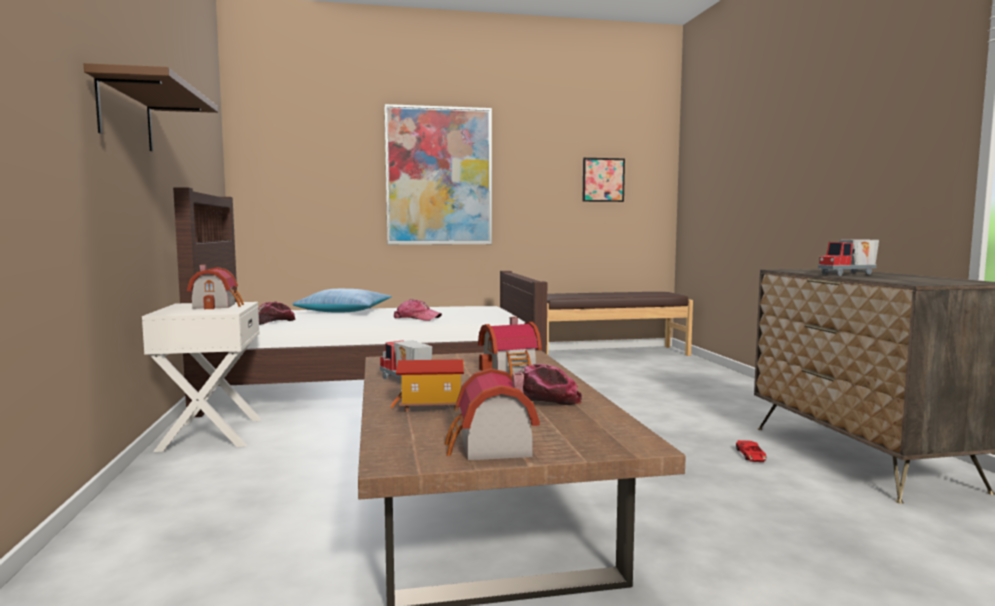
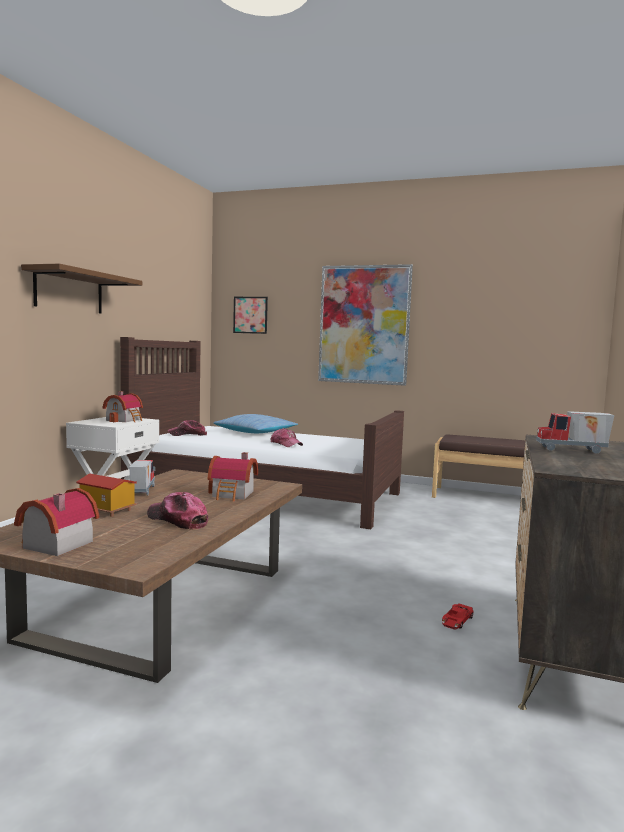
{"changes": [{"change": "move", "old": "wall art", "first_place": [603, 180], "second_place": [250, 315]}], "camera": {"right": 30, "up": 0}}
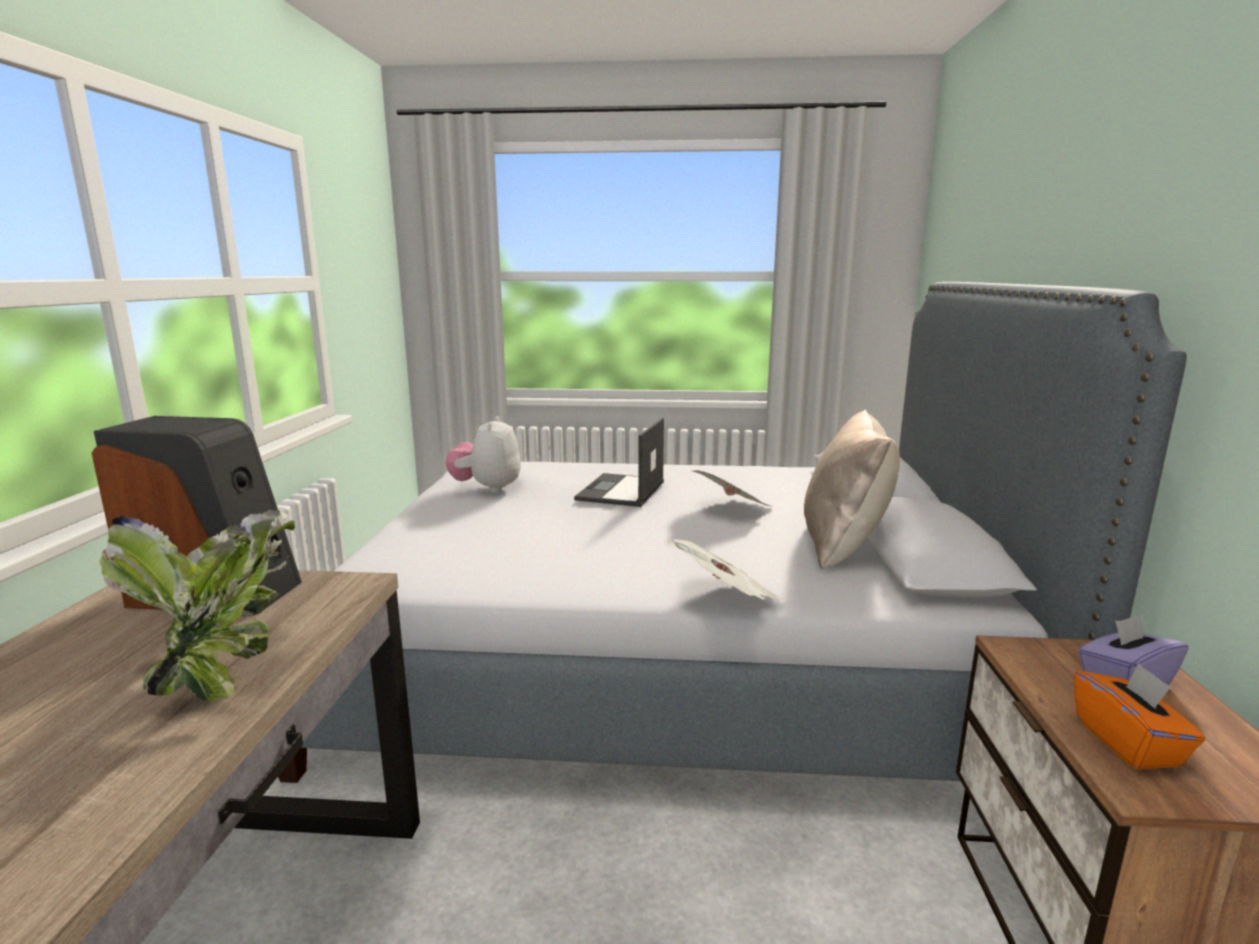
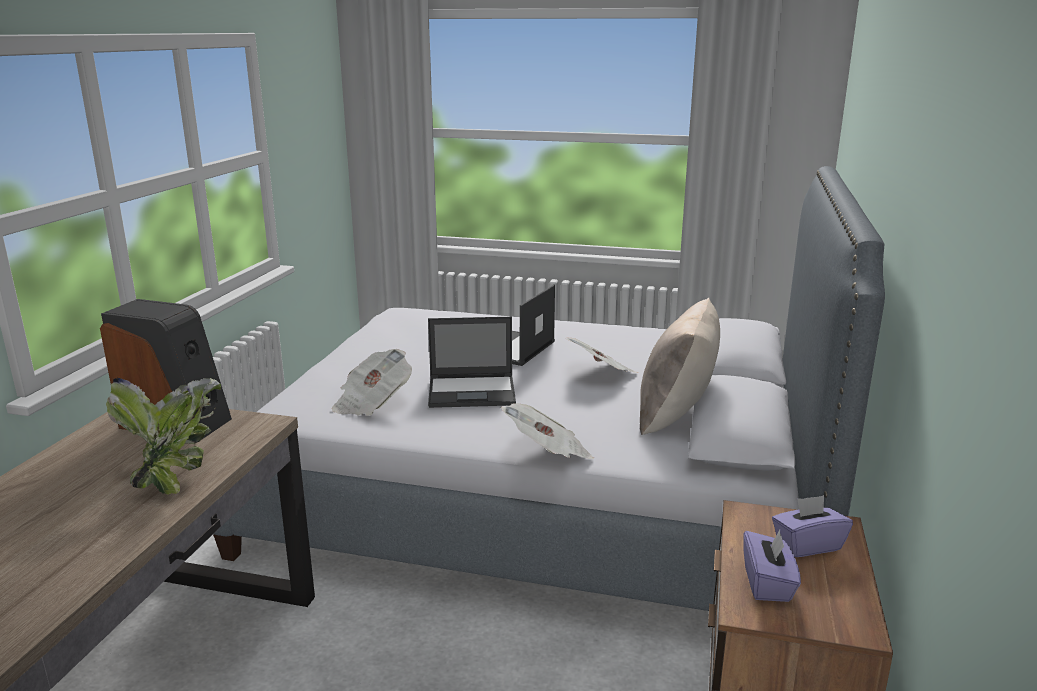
{"changes": [{"change": "delete", "old": "soft toy", "first_place": [483, 454]}, {"change": "recolor", "old": "orange-coloured tissue holder", "new": "purple tissue holder", "first_place": [1139, 716], "second_place": [772, 566]}, {"change": "insert", "new": "portable computer", "second_place": [472, 362]}, {"change": "insert", "new": "newspaper", "second_place": [372, 382]}], "camera": {"right": 10, "up": 5}}
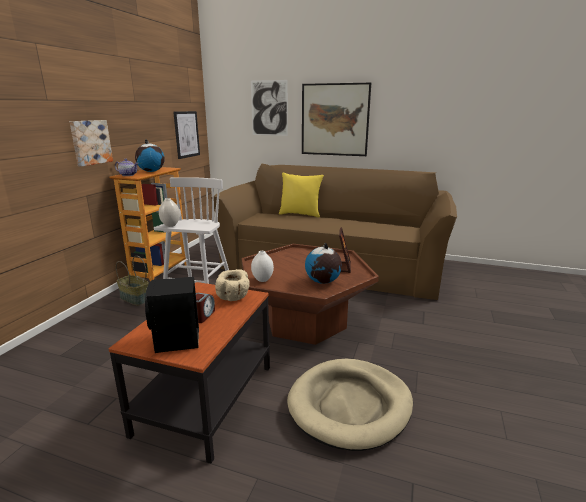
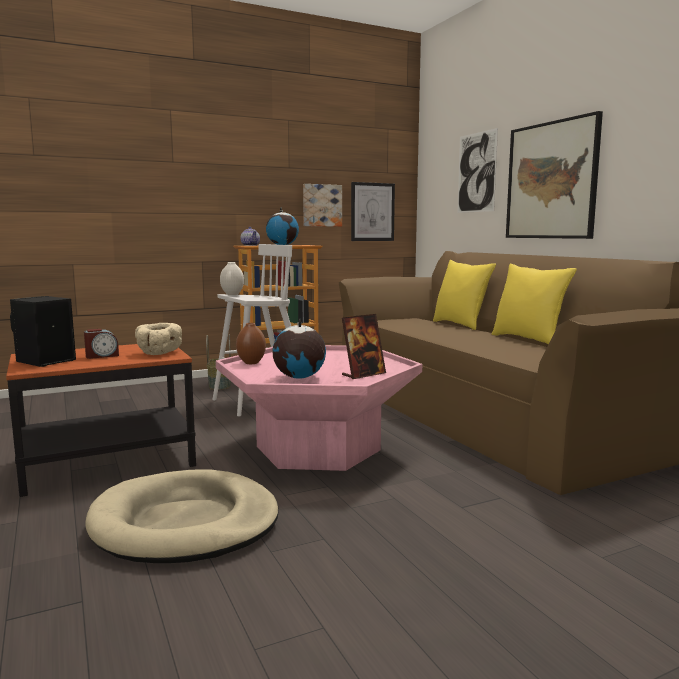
{"changes": [{"change": "move", "old": "wall art", "first_place": [91, 143], "second_place": [322, 205]}, {"change": "recolor", "old": "brownish low table", "new": "pink-coloured low table", "first_place": [310, 294], "second_place": [319, 408]}, {"change": "recolor", "old": "white vase", "new": "brownish vase", "first_place": [262, 266], "second_place": [251, 343]}, {"change": "insert", "new": "yellow-coloured pillow", "second_place": [534, 304]}], "camera": {"right": 45, "up": -10}}
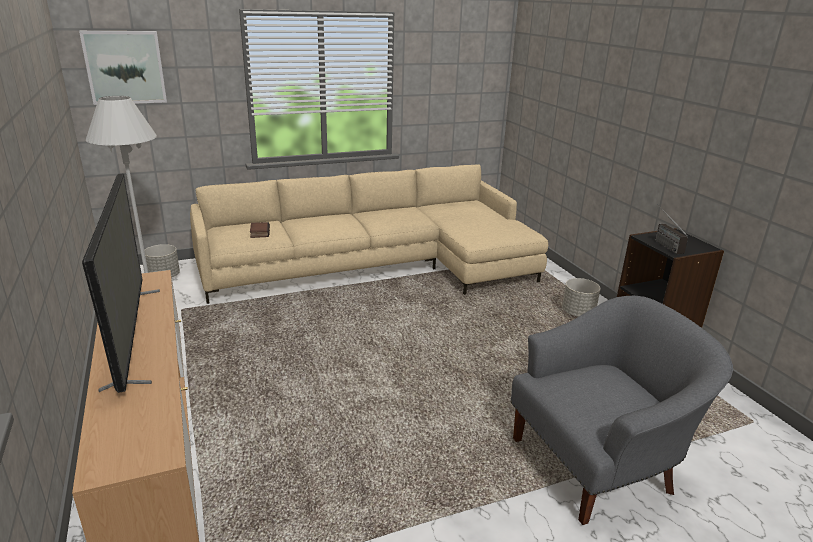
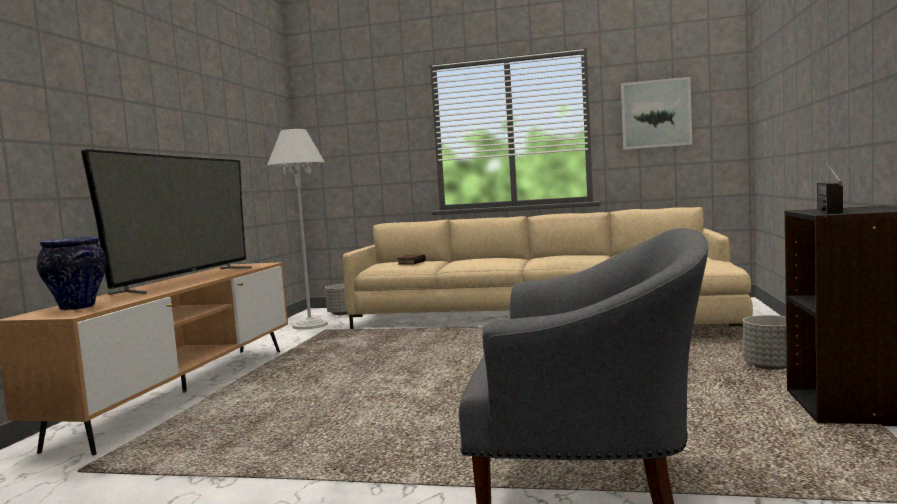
{"changes": [{"change": "move", "old": "wall art", "first_place": [123, 68], "second_place": [656, 113]}, {"change": "insert", "new": "vase", "second_place": [72, 273]}], "camera": {"right": 35, "up": -20}}
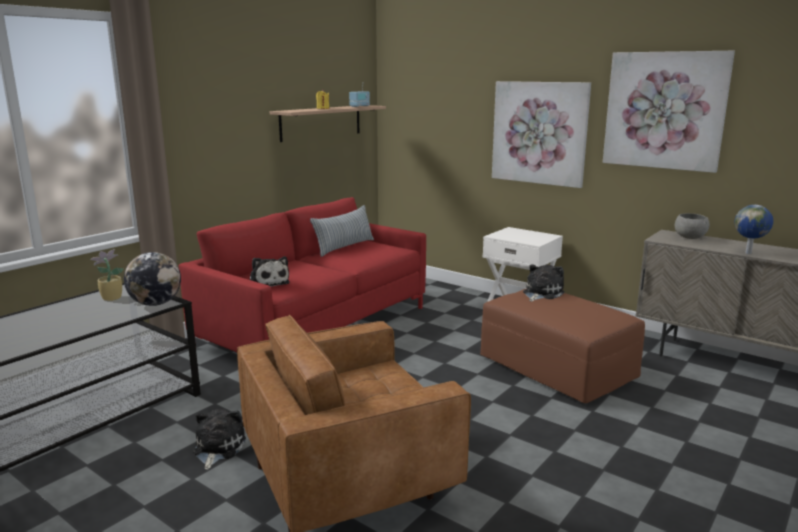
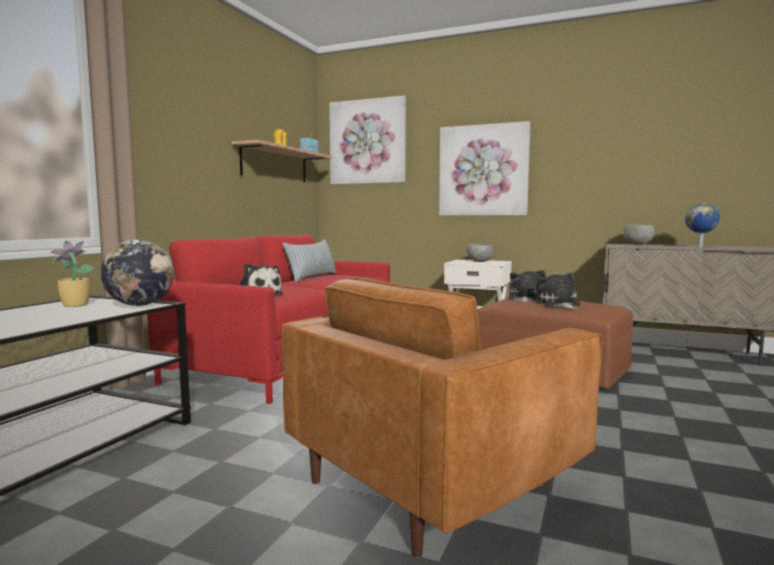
{"changes": [{"change": "move", "old": "wall art", "first_place": [669, 112], "second_place": [367, 140]}, {"change": "move", "old": "soft toy", "first_place": [219, 439], "second_place": [558, 291]}, {"change": "insert", "new": "gray serving bowl", "second_place": [480, 252]}], "camera": {"right": -15, "up": -10}}
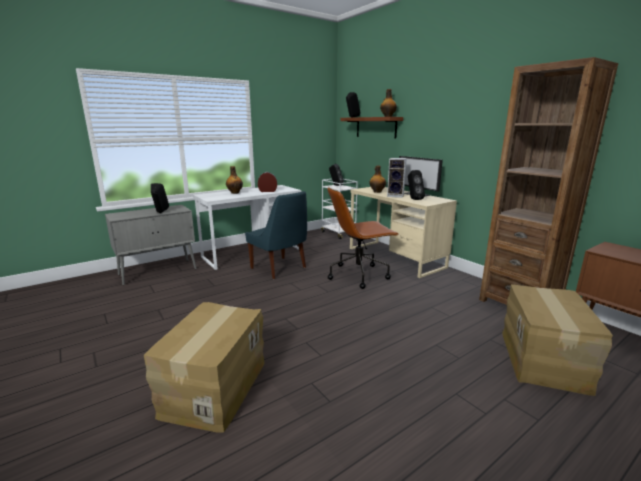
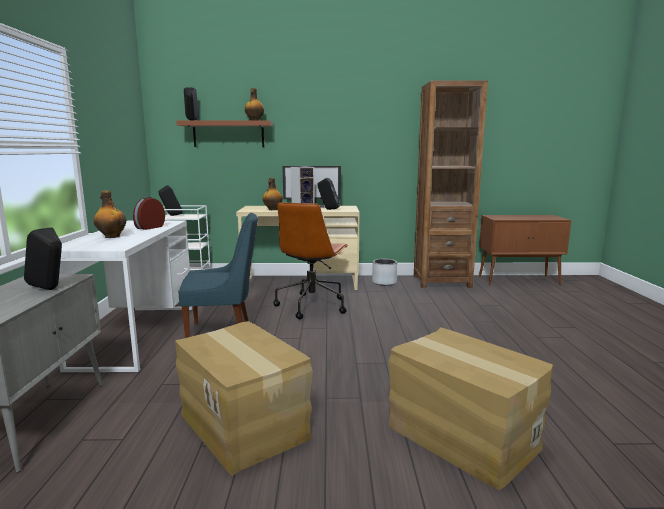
{"changes": [{"change": "move", "old": "cardboard box", "first_place": [557, 340], "second_place": [244, 398]}, {"change": "insert", "new": "gray plant pot", "second_place": [384, 272]}], "camera": {"right": -55, "up": -5}}
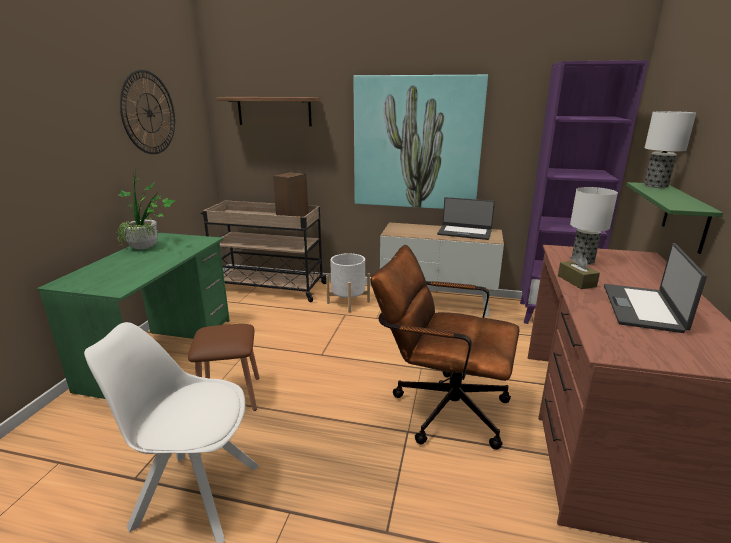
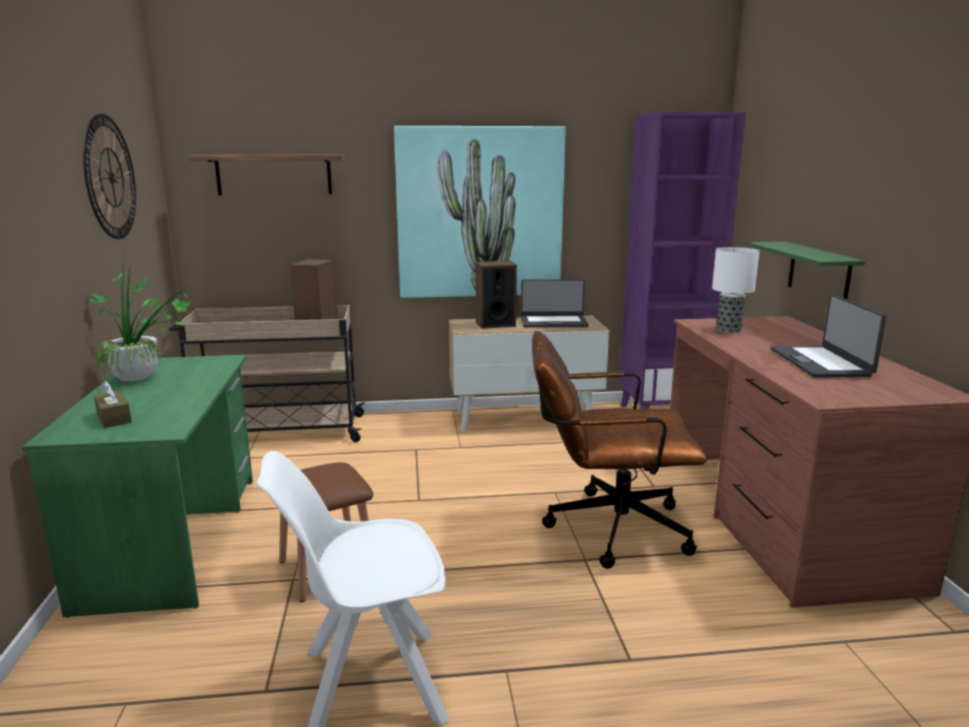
{"changes": [{"change": "delete", "old": "tabletop lamp", "first_place": [670, 149]}, {"change": "delete", "old": "white plant pot", "first_place": [348, 283]}, {"change": "move", "old": "brownish tissue holder", "first_place": [579, 271], "second_place": [113, 404]}, {"change": "insert", "new": "loudspeaker", "second_place": [496, 295]}], "camera": {"right": -20, "up": -5}}
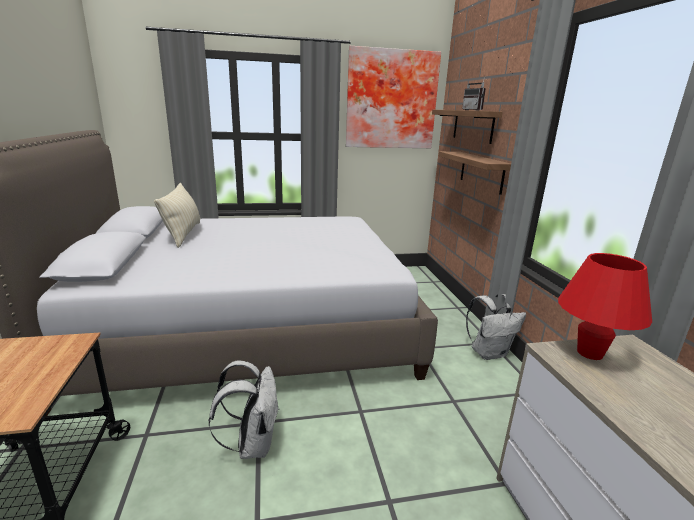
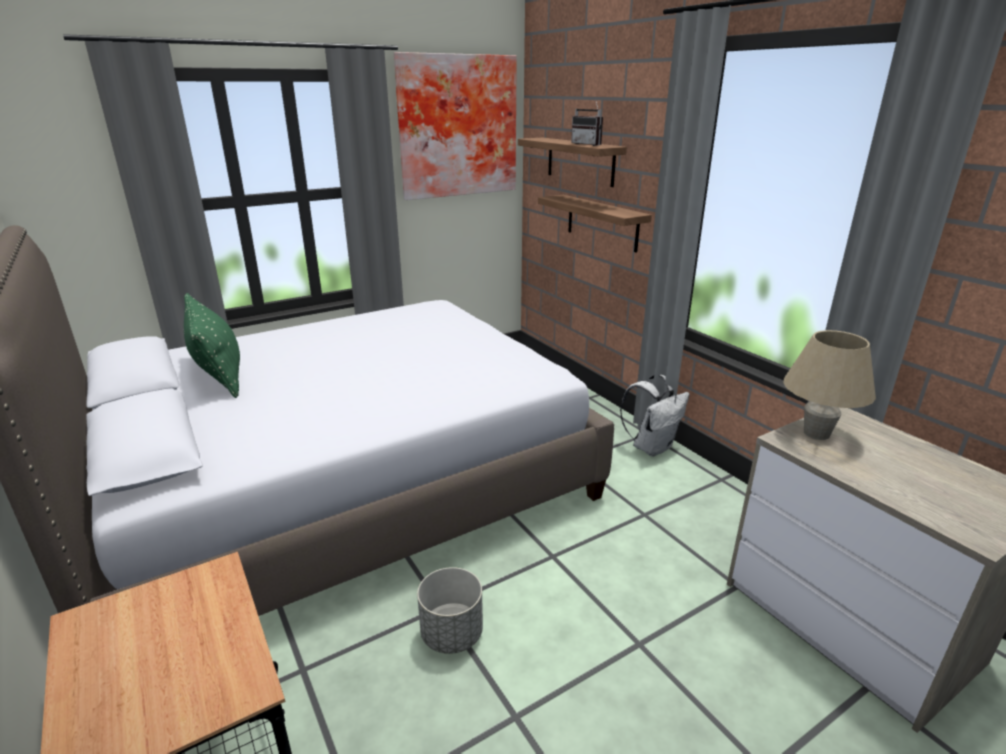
{"changes": [{"change": "recolor", "old": "beige pillow", "new": "green-coloured pillow", "first_place": [177, 215], "second_place": [212, 345]}, {"change": "recolor", "old": "red-coloured tabletop lamp", "new": "beige tabletop lamp", "first_place": [605, 306], "second_place": [830, 385]}, {"change": "replace", "old": "white backpack", "new": "gray plant pot", "first_place": [243, 410], "second_place": [450, 610]}], "camera": {"right": -20, "up": 5}}
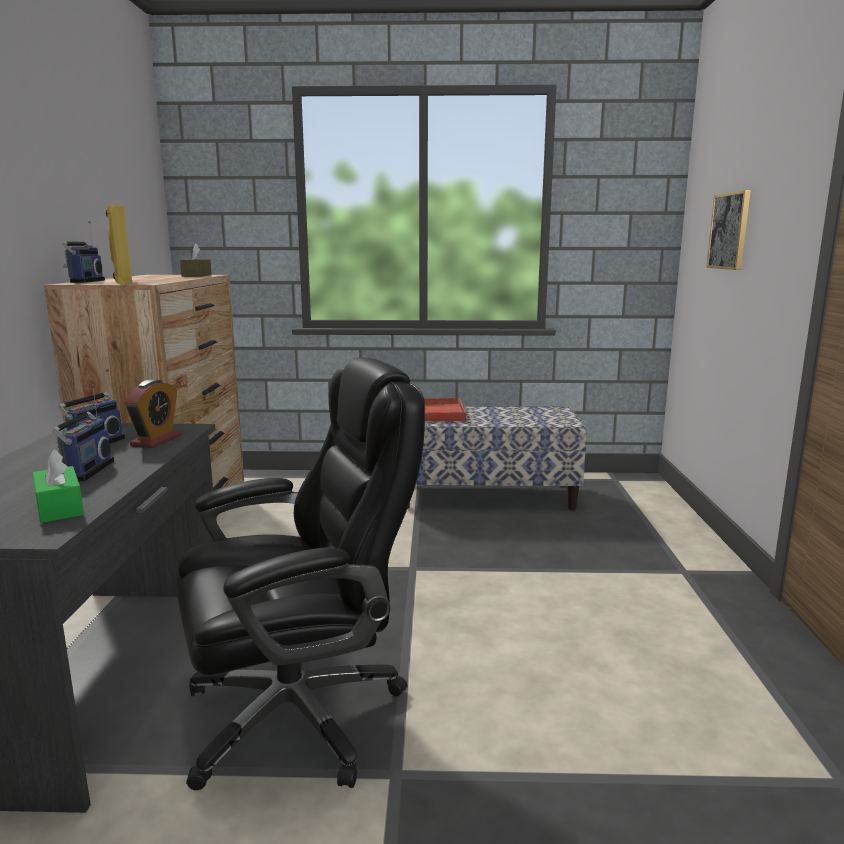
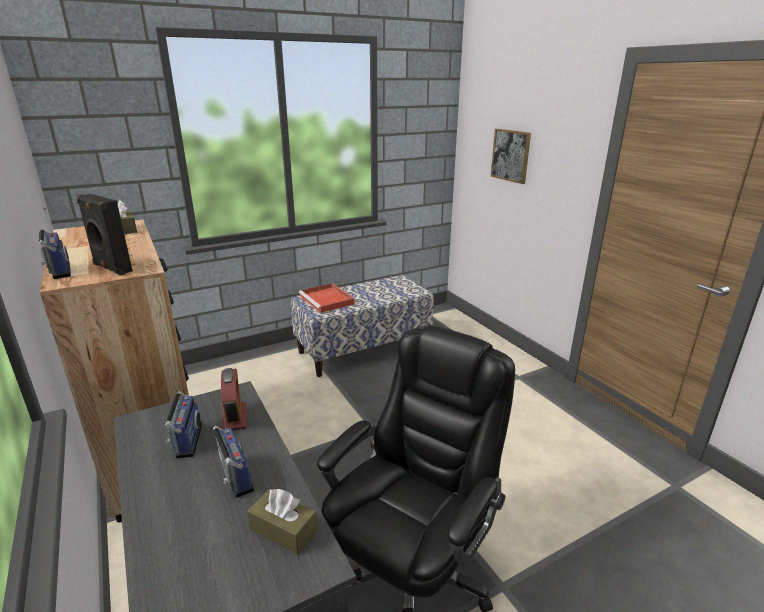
{"changes": [{"change": "recolor", "old": "yellow-coloured loudspeaker", "new": "black loudspeaker", "first_place": [119, 244], "second_place": [104, 234]}, {"change": "recolor", "old": "green-coloured tissue holder", "new": "brownish tissue holder", "first_place": [58, 486], "second_place": [282, 521]}], "camera": {"right": -30, "up": 10}}
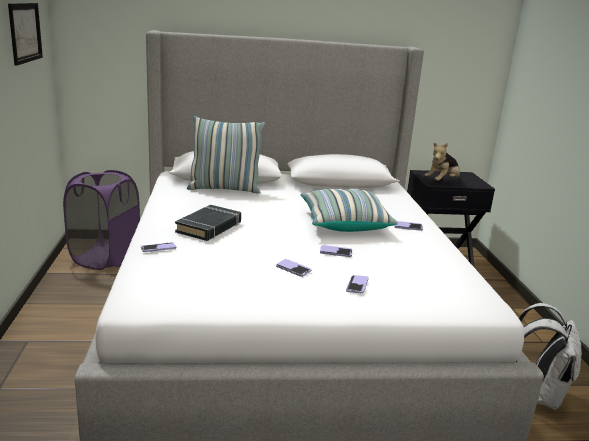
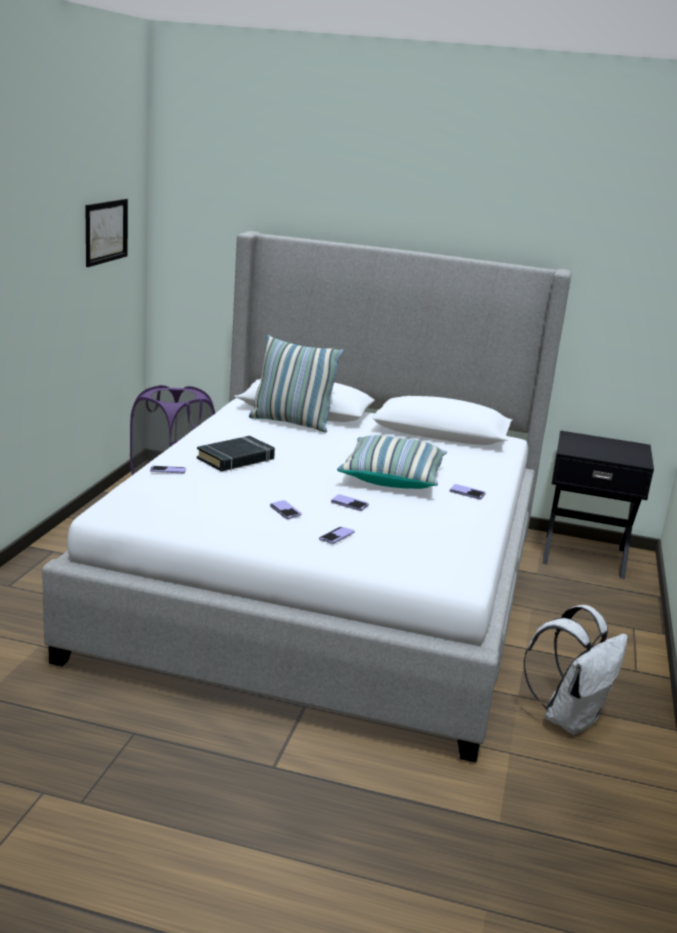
{"changes": [{"change": "delete", "old": "soft toy", "first_place": [442, 162]}], "camera": {"right": 20, "up": 0}}
